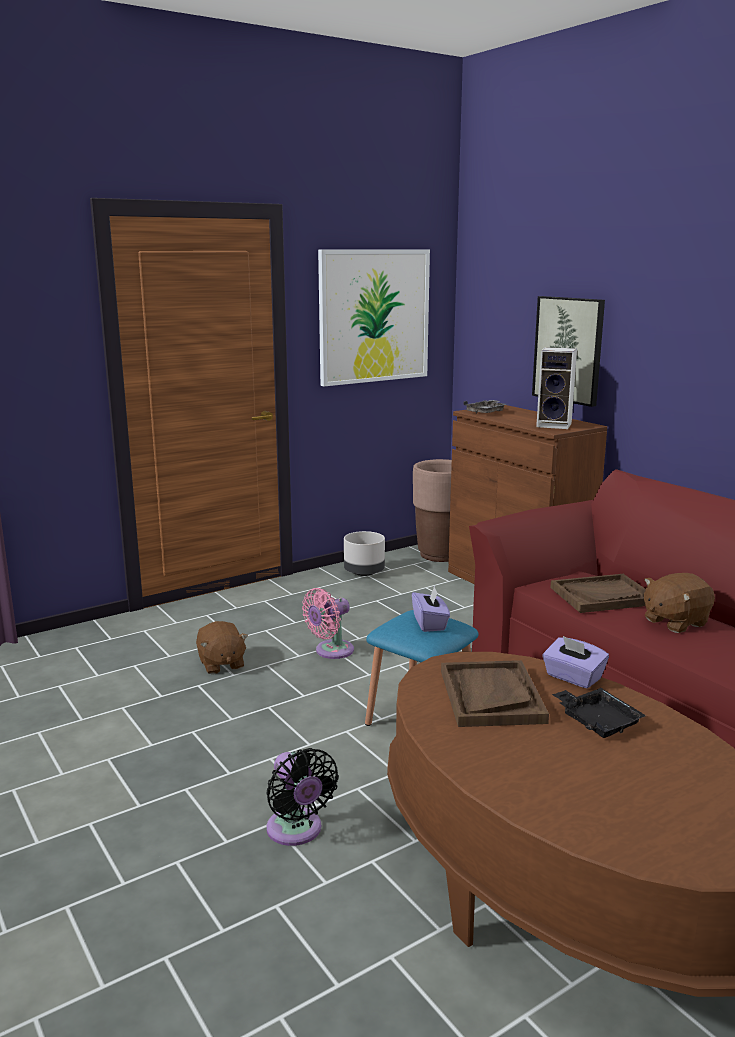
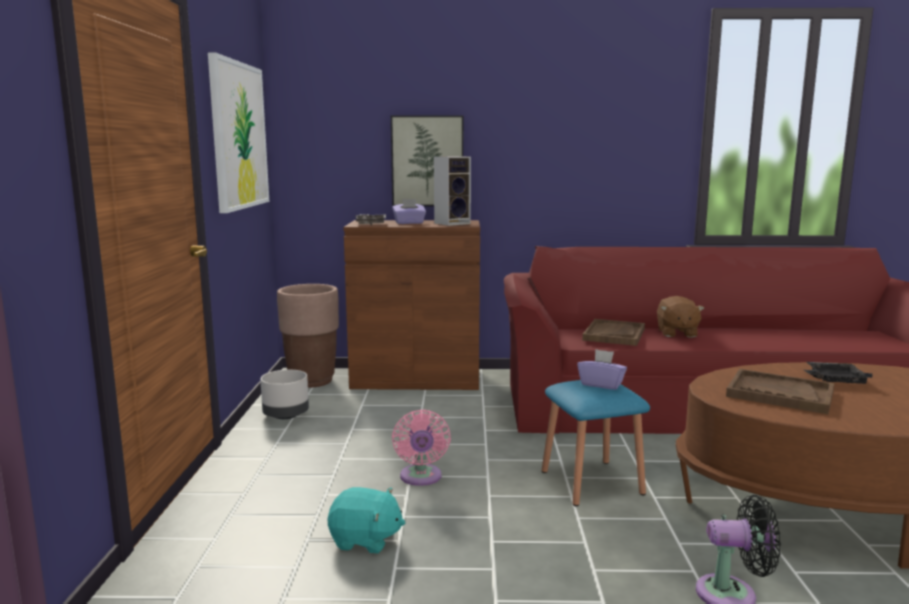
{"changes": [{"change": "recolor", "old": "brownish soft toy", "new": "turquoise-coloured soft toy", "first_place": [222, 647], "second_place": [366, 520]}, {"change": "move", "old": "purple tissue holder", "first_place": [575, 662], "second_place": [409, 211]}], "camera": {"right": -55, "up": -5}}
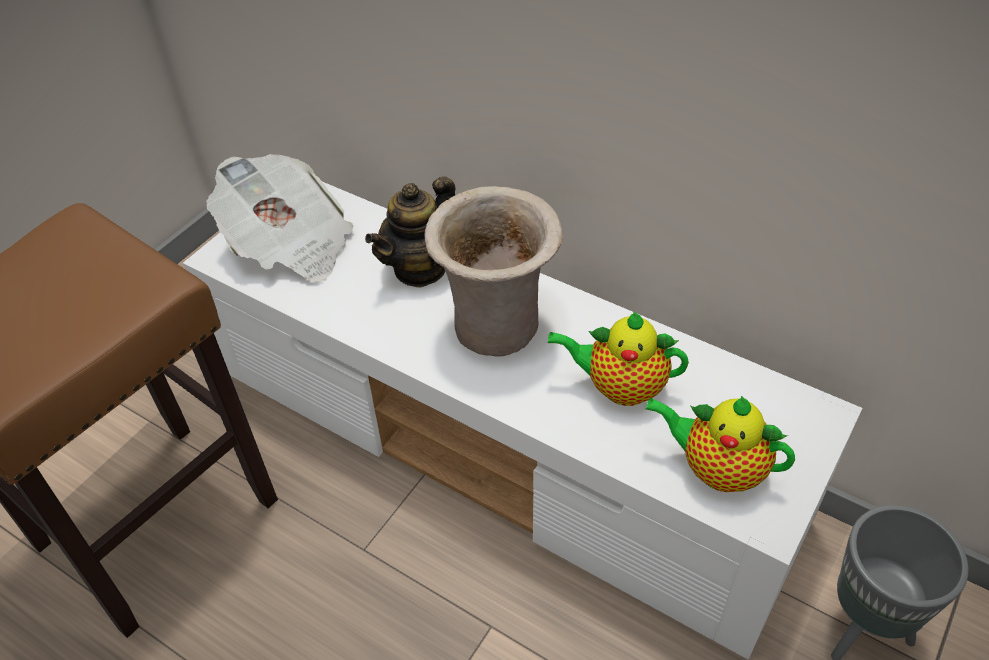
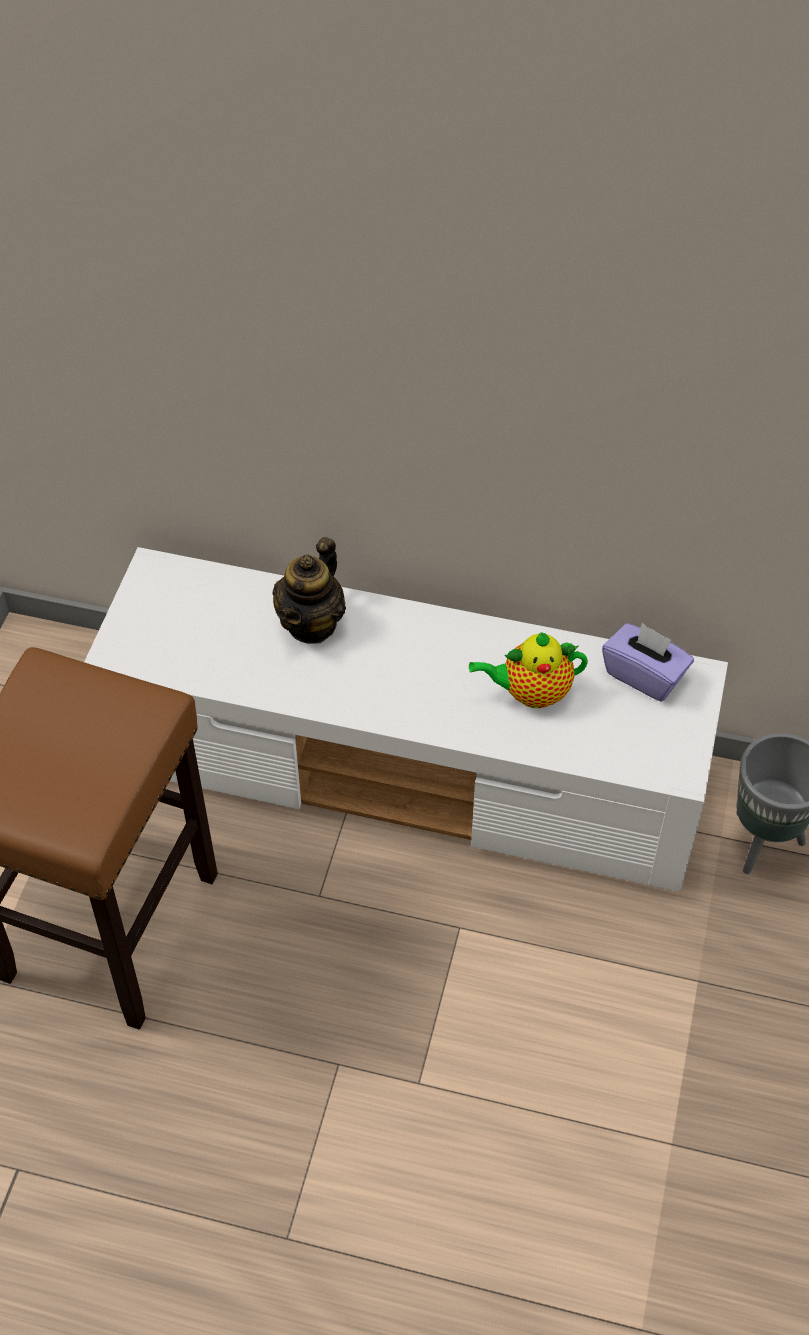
{"changes": [{"change": "delete", "old": "newspaper", "first_place": [280, 218]}, {"change": "delete", "old": "beige vase", "first_place": [493, 271]}, {"change": "delete", "old": "pot for tea", "first_place": [720, 444]}, {"change": "insert", "new": "purple tissue holder", "second_place": [648, 662]}], "camera": {"right": -20, "up": 5}}
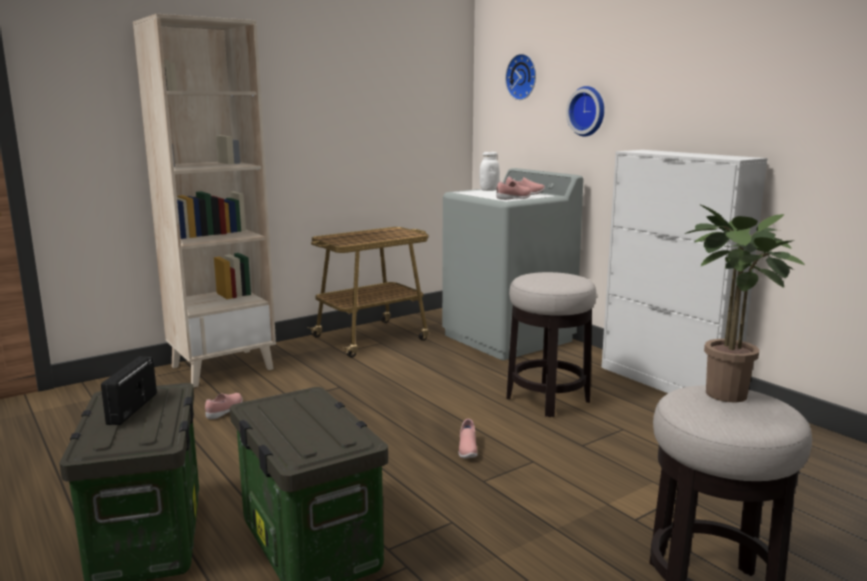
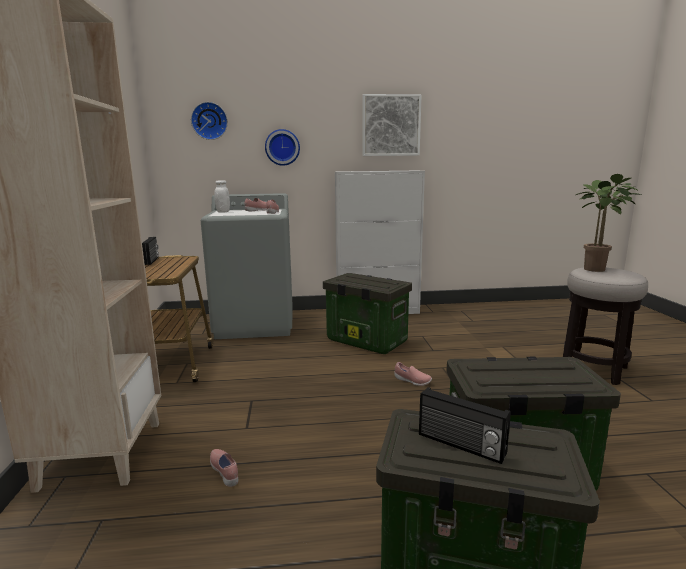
{"changes": [{"change": "replace", "old": "stool", "new": "storage container", "first_place": [551, 344], "second_place": [367, 313]}, {"change": "insert", "new": "wall art", "second_place": [392, 125]}, {"change": "insert", "new": "radio set", "second_place": [150, 251]}], "camera": {"right": -60, "up": 0}}
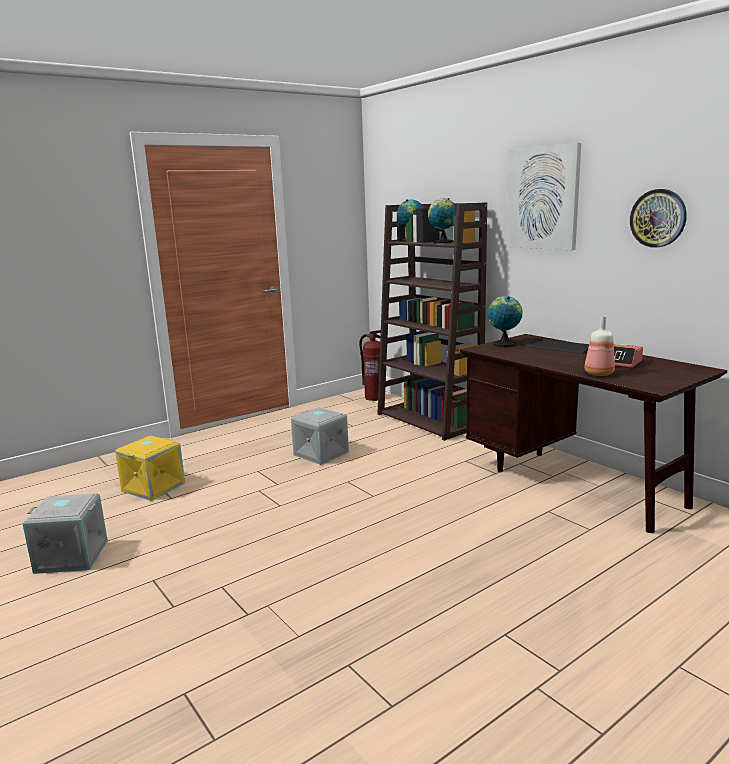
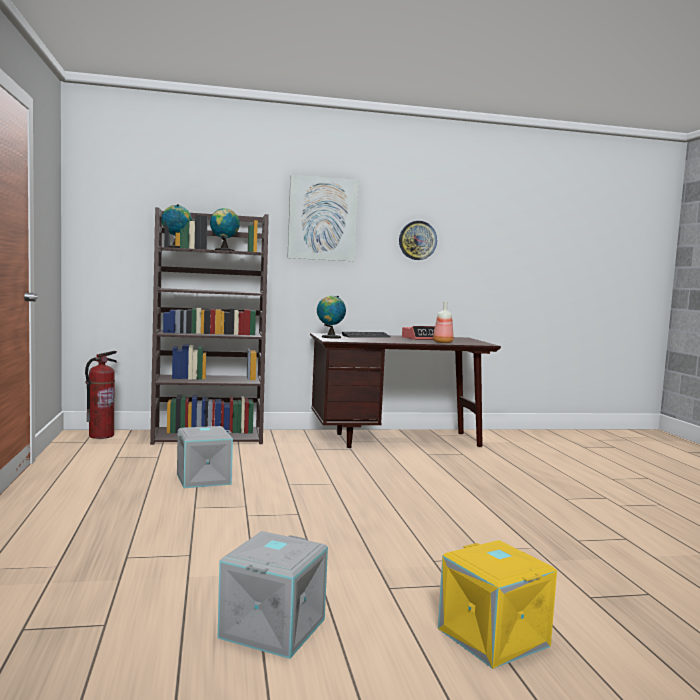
{"changes": [{"change": "move", "old": "yellow-coloured storage container", "first_place": [150, 468], "second_place": [497, 604]}], "camera": {"right": -65, "up": -10}}
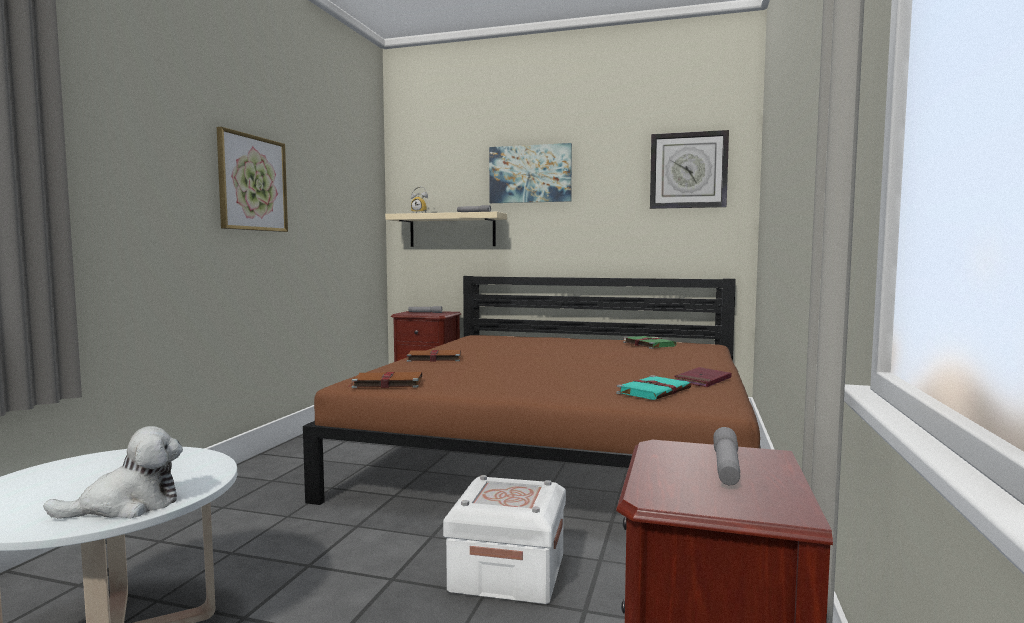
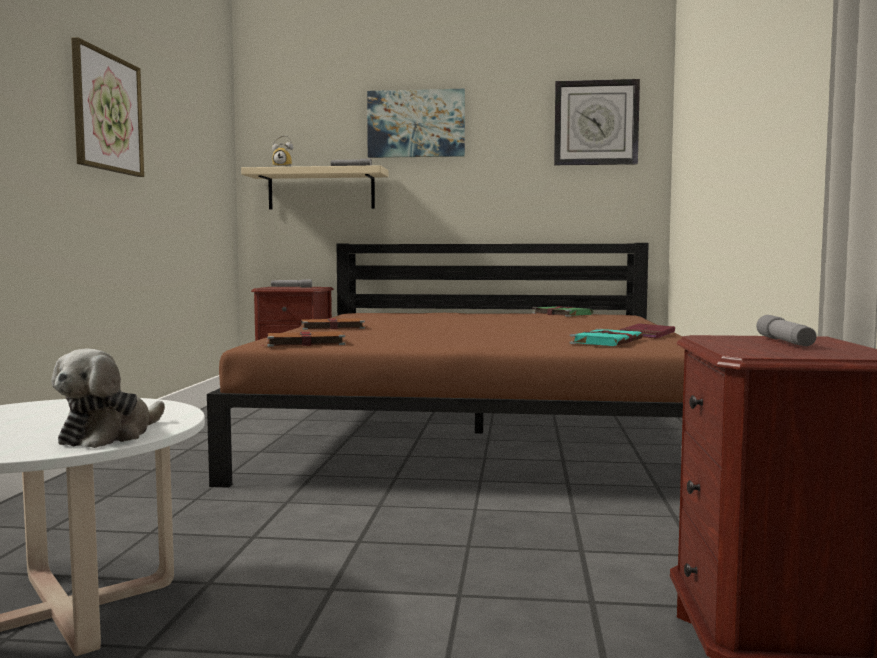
{"changes": [{"change": "rotate", "old": "soft toy", "first_place": [113, 472], "second_place": [108, 398], "degrees": 150}, {"change": "delete", "old": "white storage container", "first_place": [504, 539]}], "camera": {"right": -10, "up": 0}}
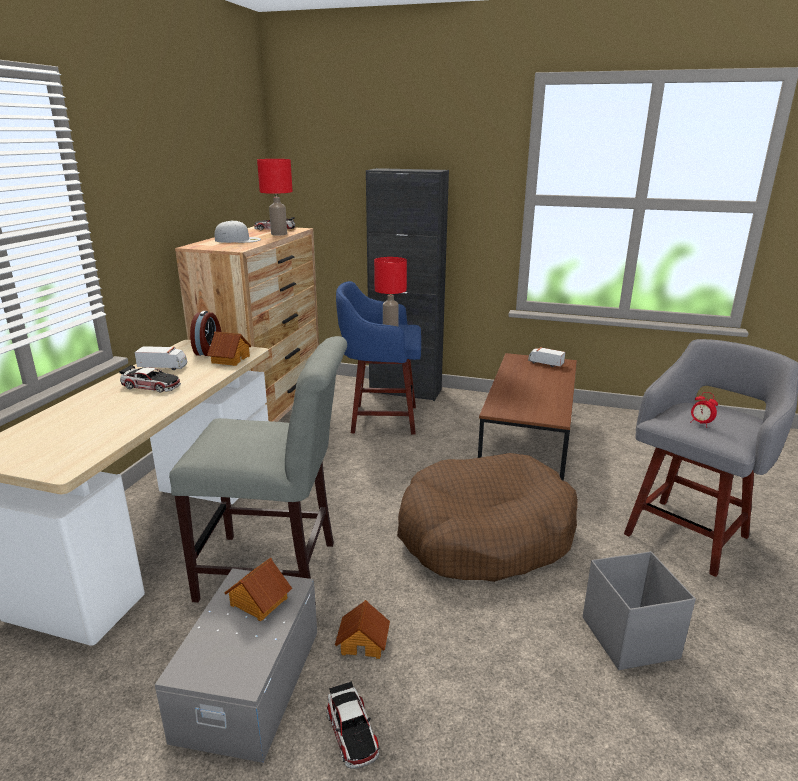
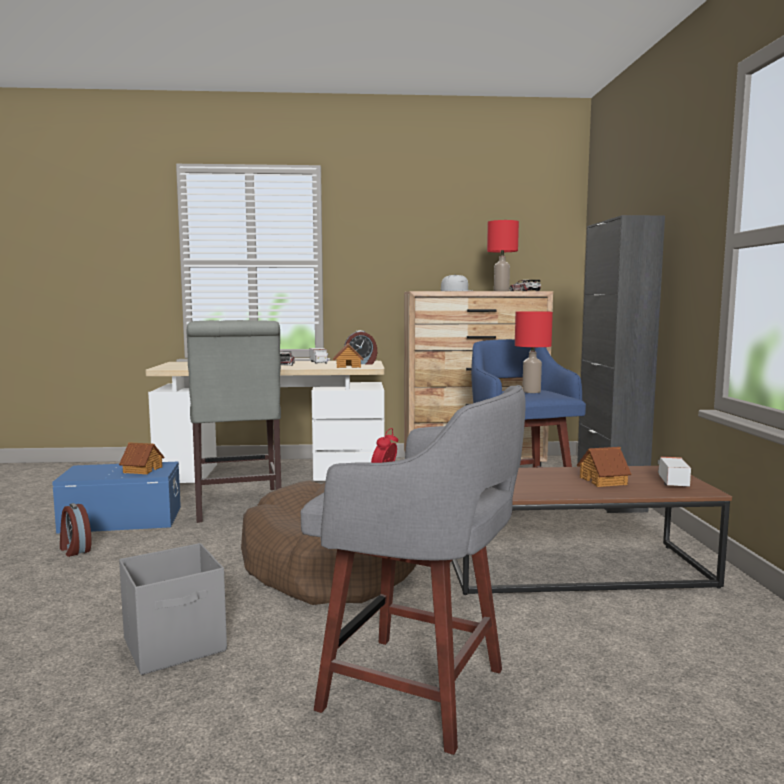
{"changes": [{"change": "recolor", "old": "gray storage container", "new": "bluish storage container", "first_place": [236, 665], "second_place": [116, 497]}, {"change": "move", "old": "toy house", "first_place": [362, 629], "second_place": [604, 467]}, {"change": "replace", "old": "model car", "new": "alarm clock", "first_place": [353, 725], "second_place": [75, 530]}], "camera": {"right": 70, "up": -15}}
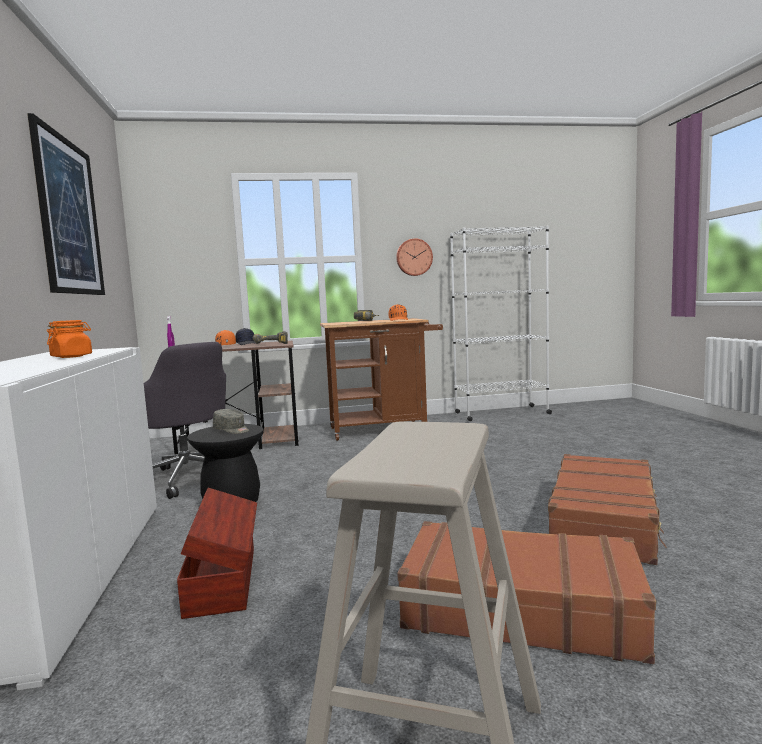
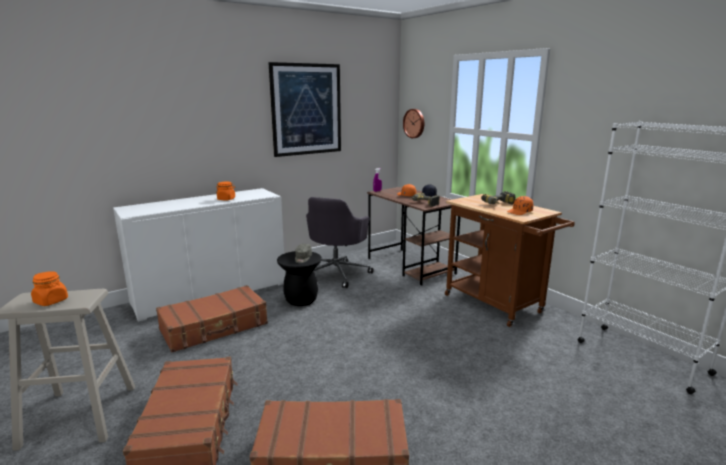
{"changes": [{"change": "move", "old": "hanging clock", "first_place": [414, 257], "second_place": [413, 123]}, {"change": "replace", "old": "brownish storage container", "new": "brownish travel case", "first_place": [217, 553], "second_place": [212, 319]}, {"change": "insert", "new": "orange-coloured storage jar", "second_place": [49, 288]}], "camera": {"right": 65, "up": 10}}
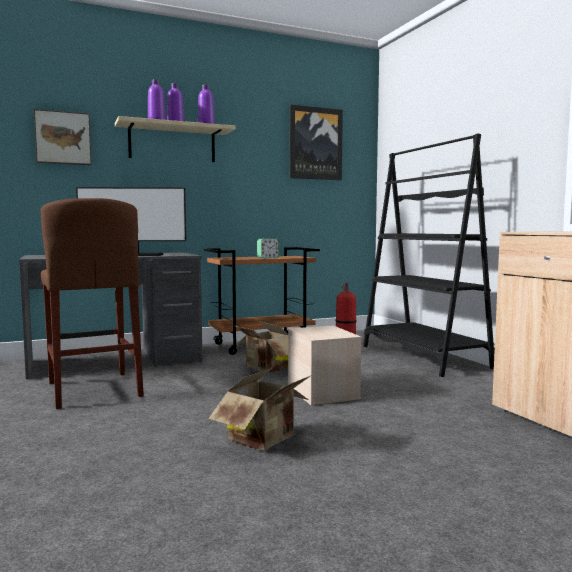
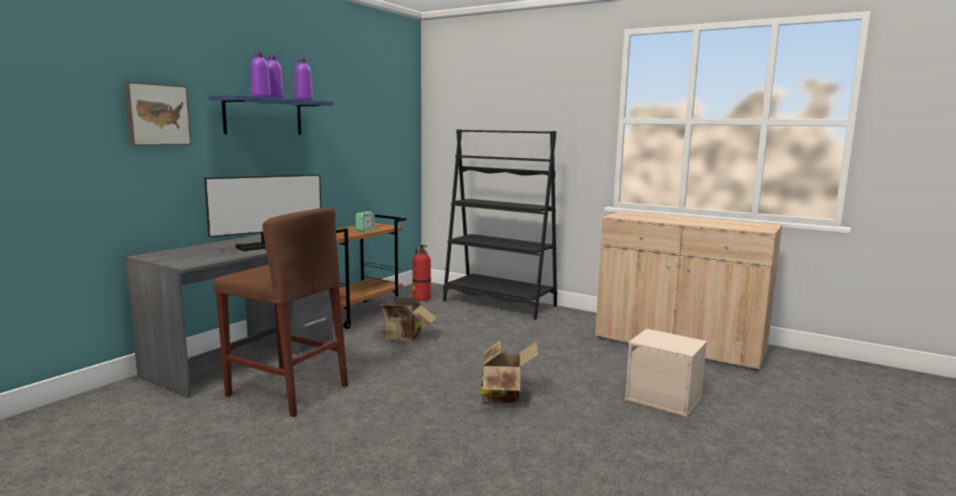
{"changes": [{"change": "delete", "old": "wall art", "first_place": [316, 142]}, {"change": "recolor", "old": "beige bracket shelf", "new": "bluish bracket shelf", "first_place": [175, 139], "second_place": [271, 115]}, {"change": "move", "old": "beige storage container", "first_place": [325, 365], "second_place": [666, 373]}], "camera": {"right": -35, "up": 5}}
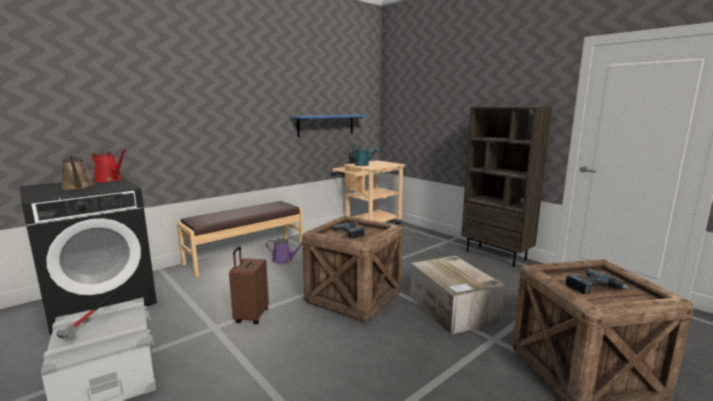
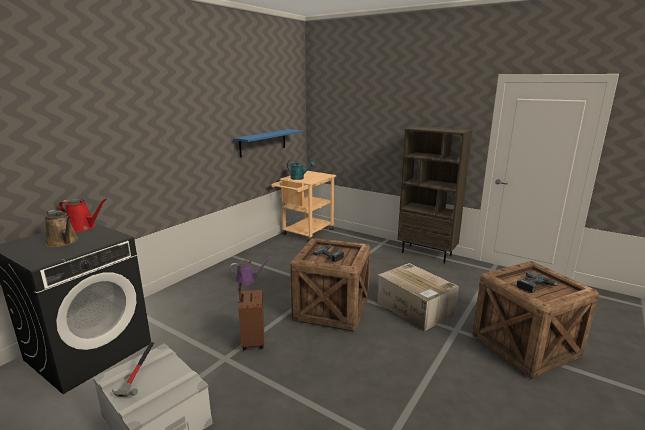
{"changes": [{"change": "delete", "old": "brownish bench", "first_place": [240, 239]}], "camera": {"right": -15, "up": 5}}
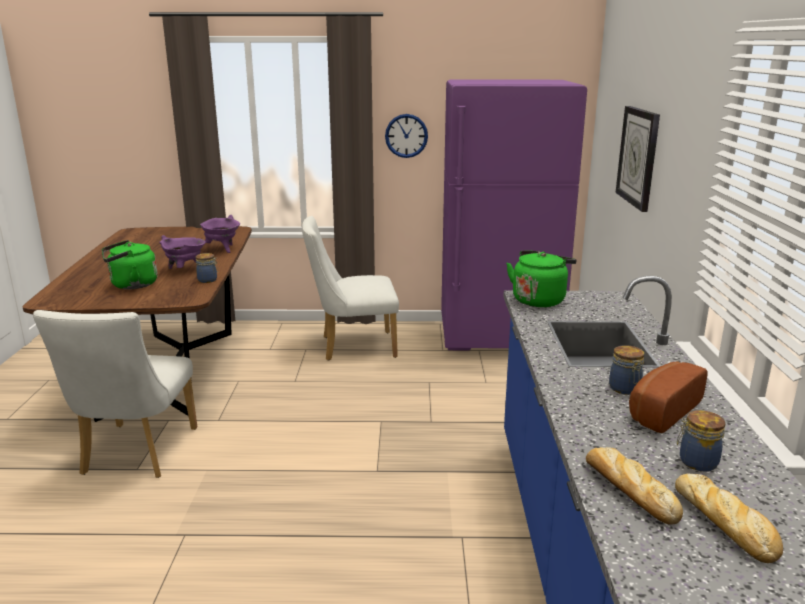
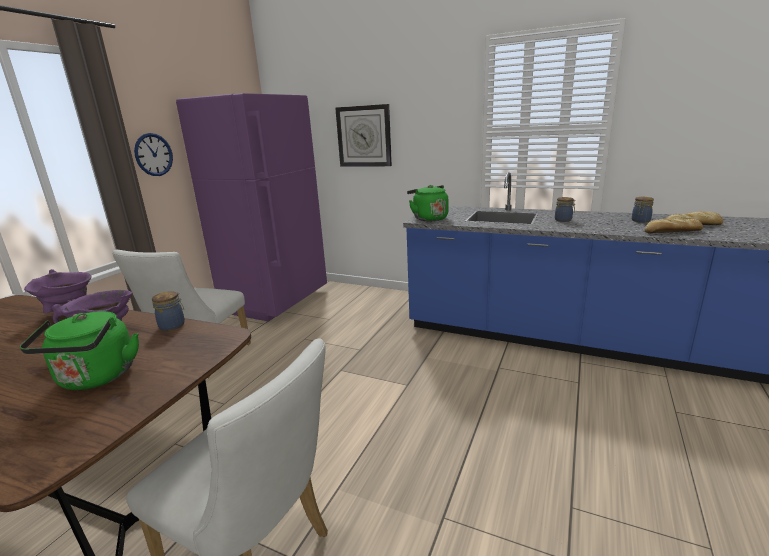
{"changes": [{"change": "delete", "old": "bread", "first_place": [668, 397]}], "camera": {"right": -65, "up": 0}}
